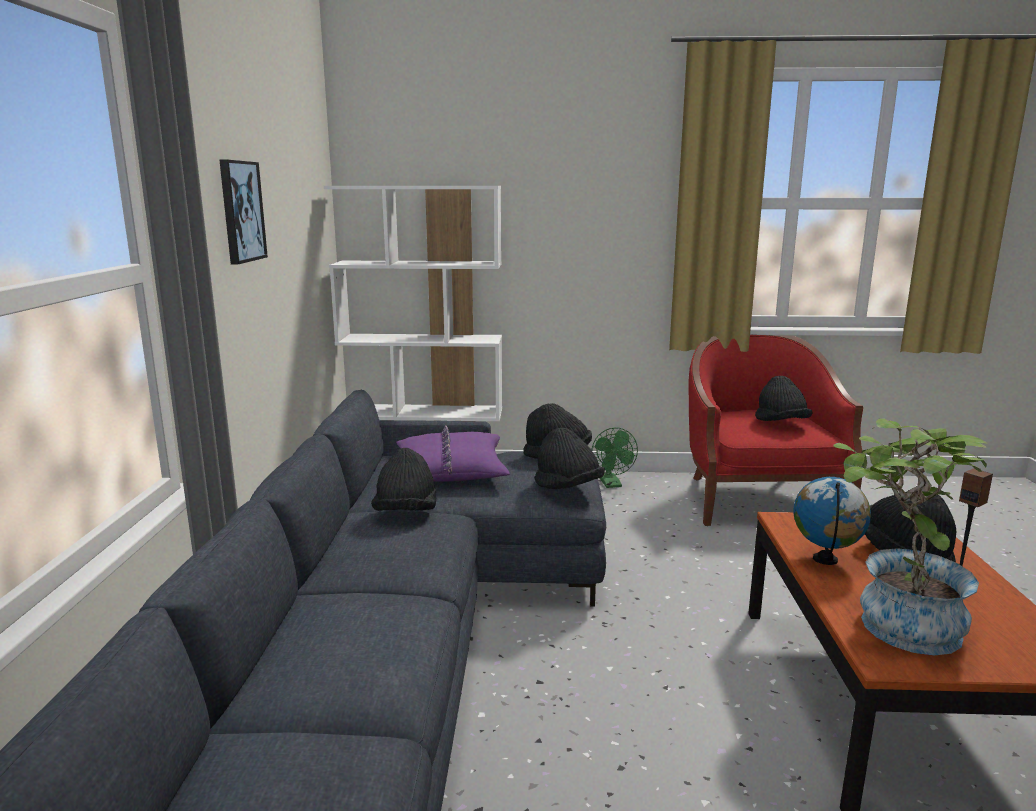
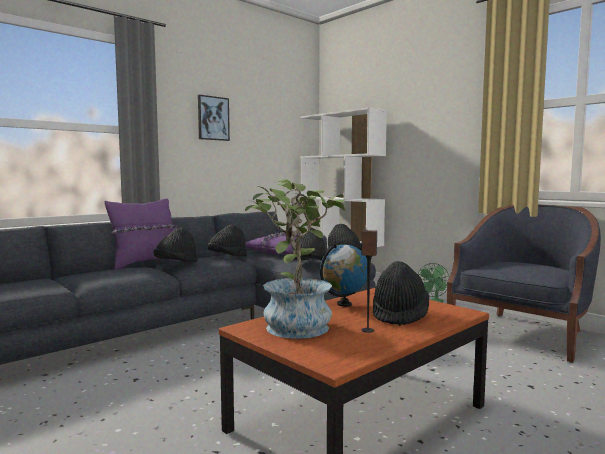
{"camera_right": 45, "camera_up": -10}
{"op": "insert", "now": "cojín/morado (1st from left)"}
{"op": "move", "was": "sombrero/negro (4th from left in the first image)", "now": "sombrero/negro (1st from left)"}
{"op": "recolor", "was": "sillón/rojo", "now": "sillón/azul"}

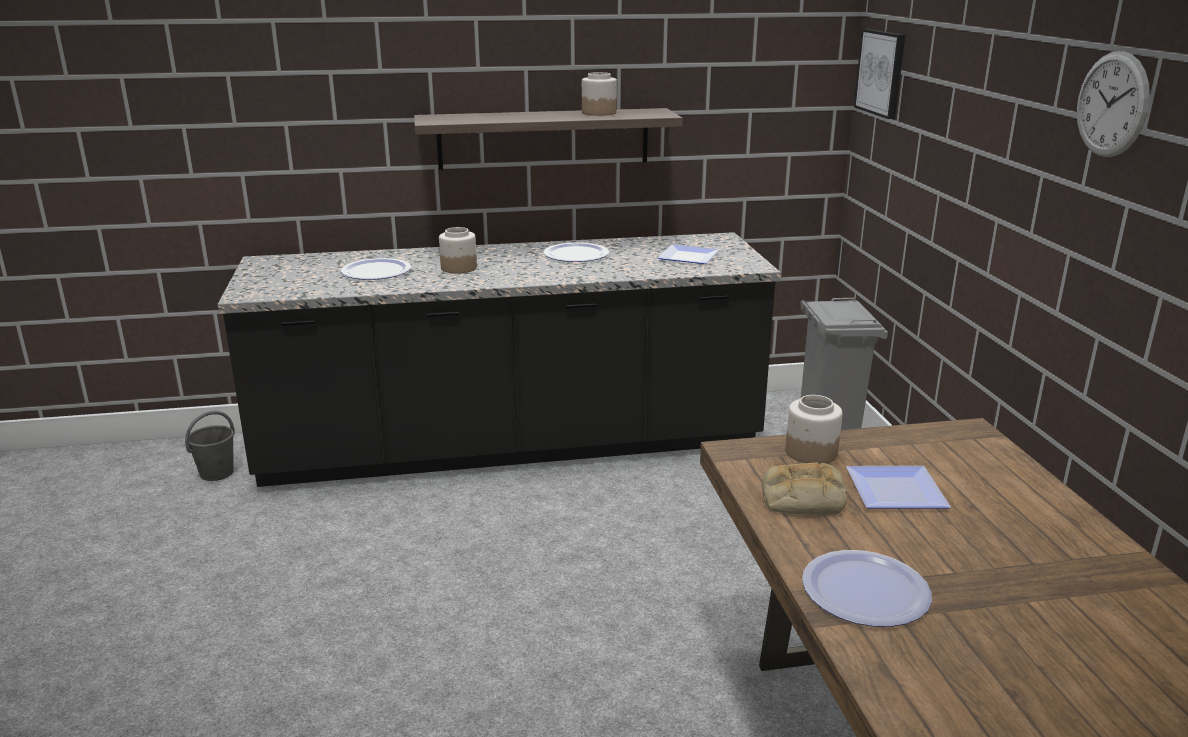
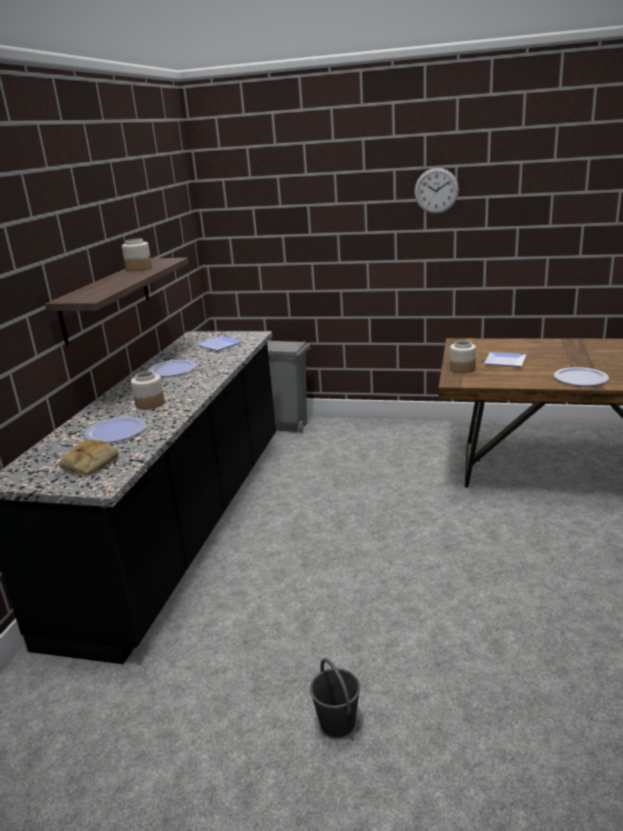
{"camera_right": -65, "camera_up": 0}
{"op": "delete", "was": "cuadro"}
{"op": "move", "was": "cubo/gris"}
{"op": "move", "was": "pan"}

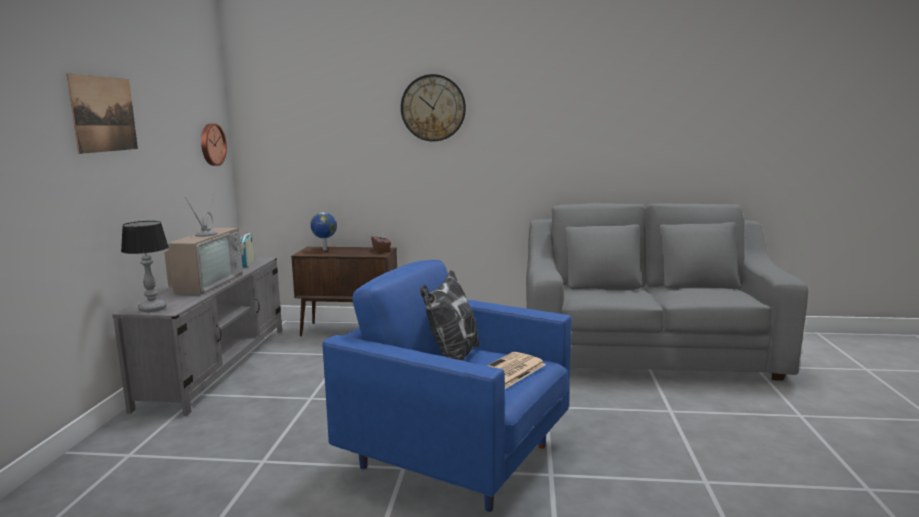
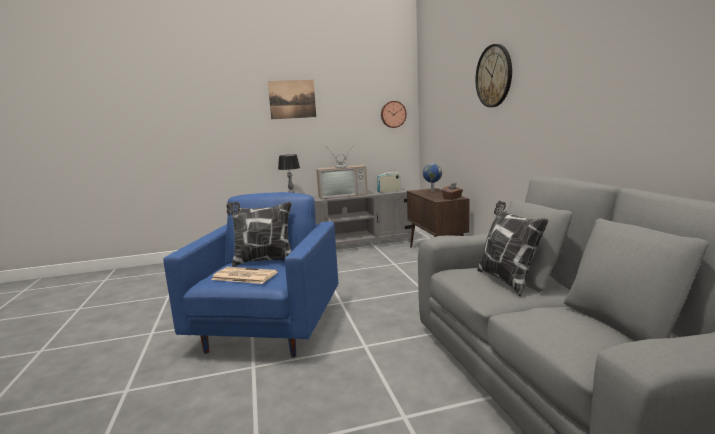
{"camera_right": 70, "camera_up": 0}
{"op": "insert", "now": "cojín (2nd from left)"}

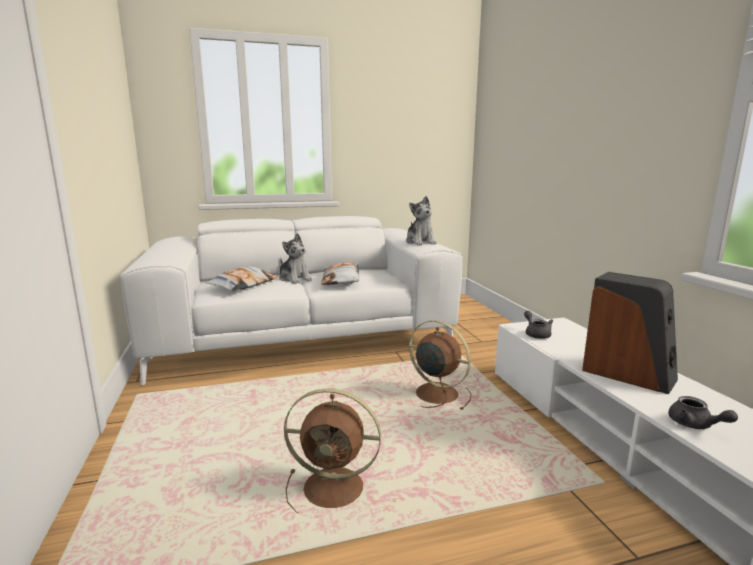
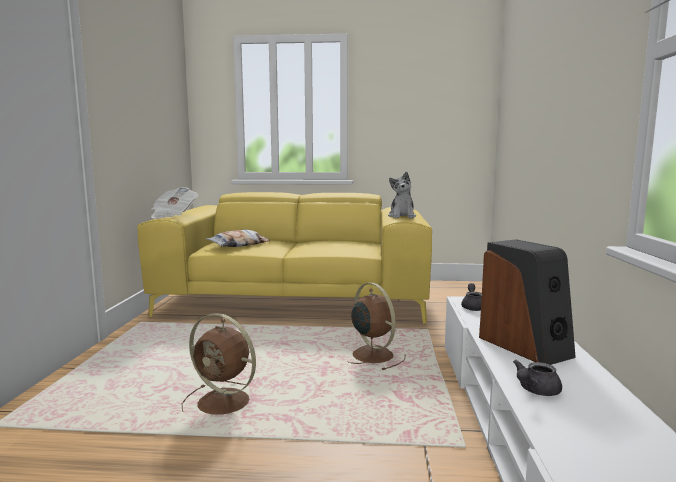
{"camera_right": 20, "camera_up": -5}
{"op": "delete", "was": "peluche (1st from left)"}
{"op": "delete", "was": "cojín (2nd from left)"}
{"op": "insert", "now": "periódico"}
{"op": "recolor", "was": "sofá/blanco", "now": "sofá/amarillo"}
{"op": "rotate", "was": "tetera/gris (2nd from left)", "clockwise": 60}

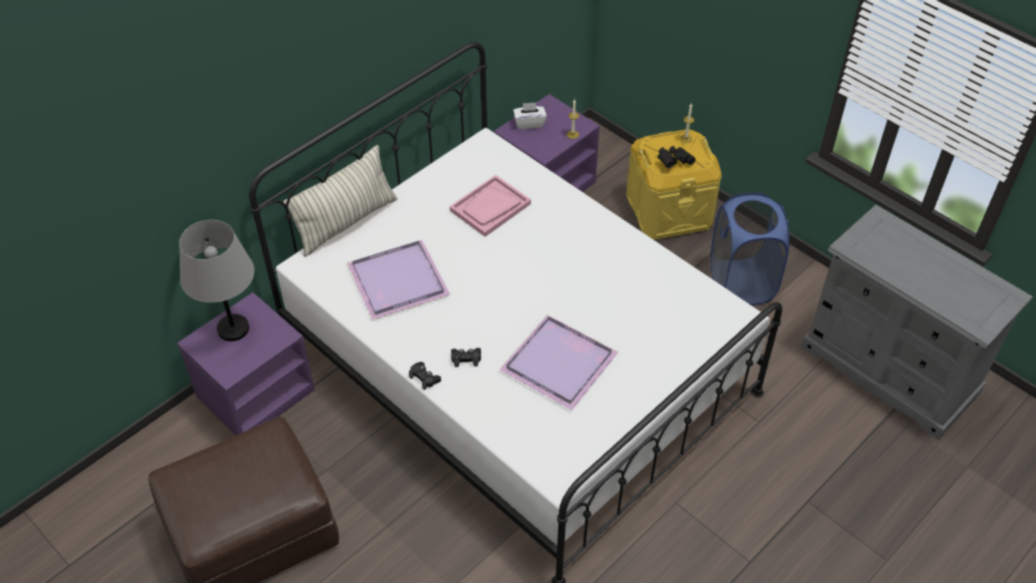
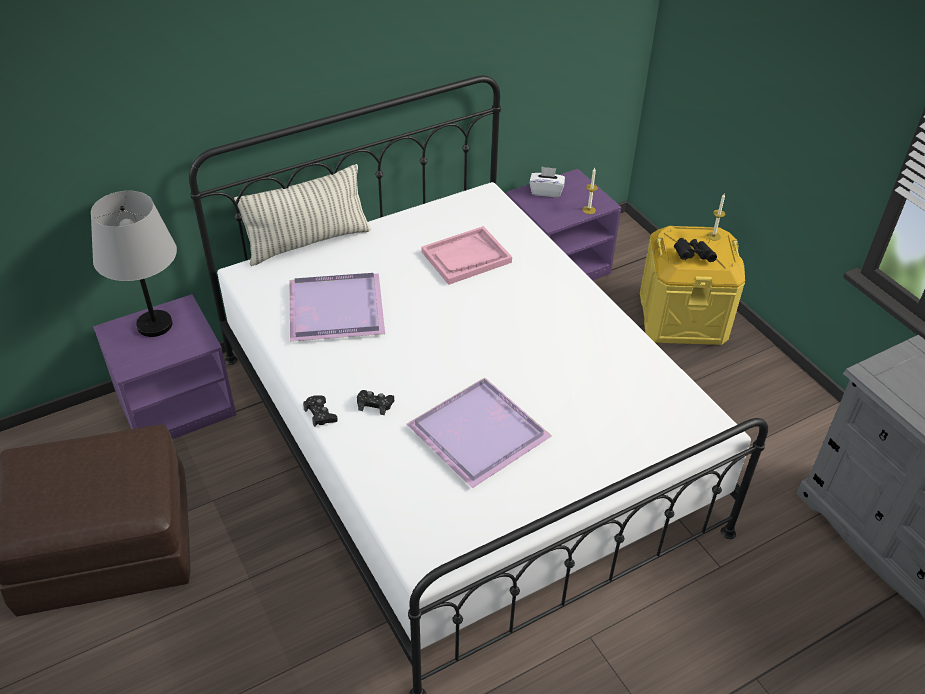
{"camera_right": 15, "camera_up": -5}
{"op": "delete", "was": "cesto de la ropa/azul"}

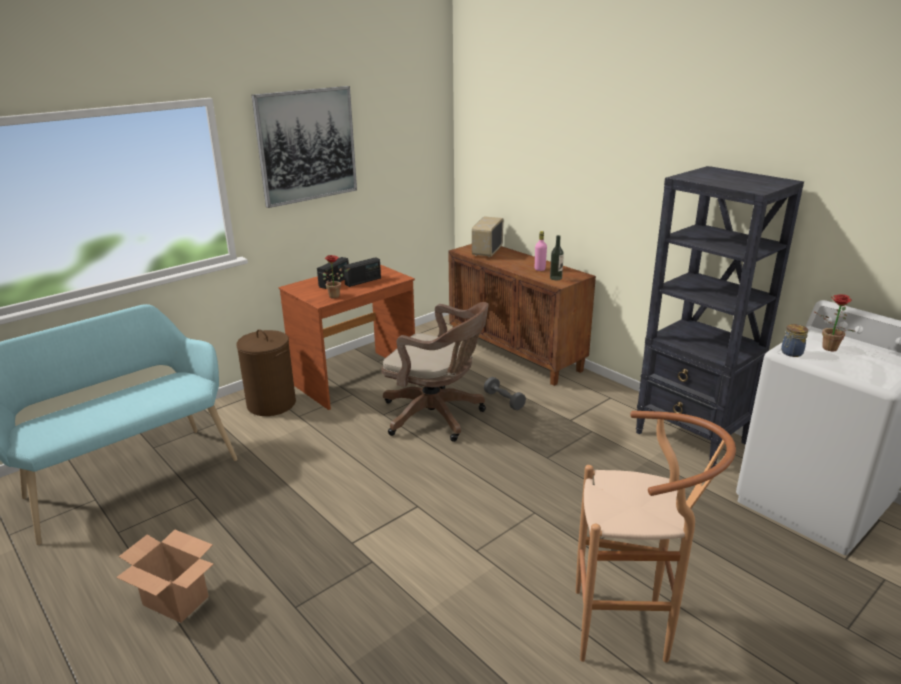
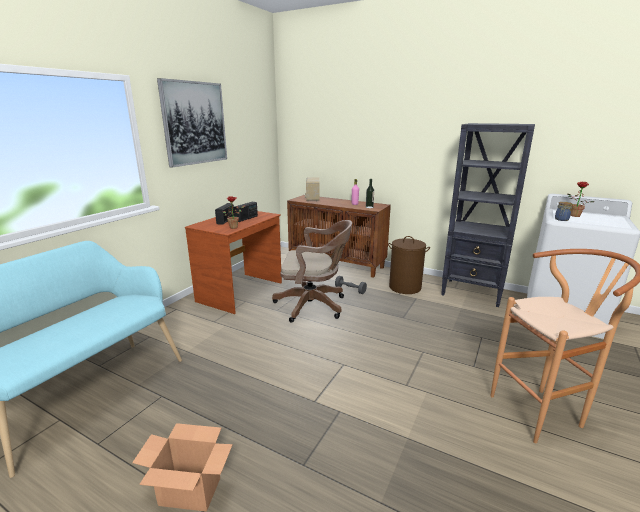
{"camera_right": -20, "camera_up": -5}
{"op": "move", "was": "cesto de la ropa/marrón"}

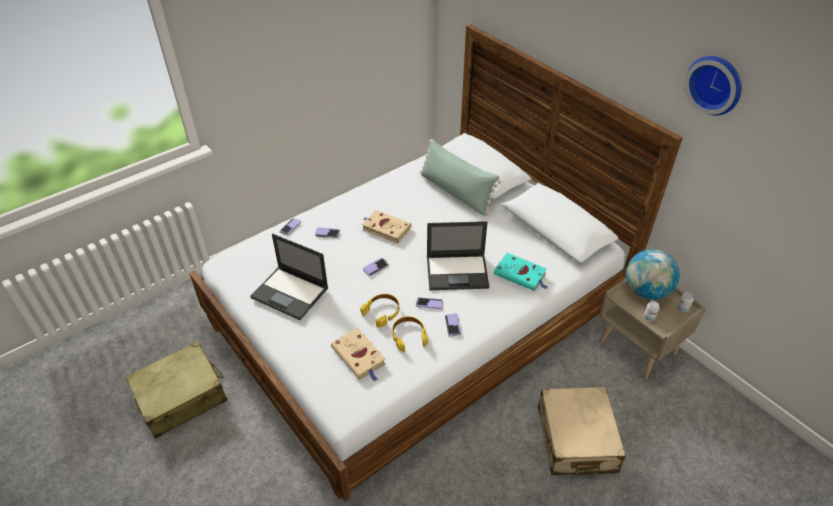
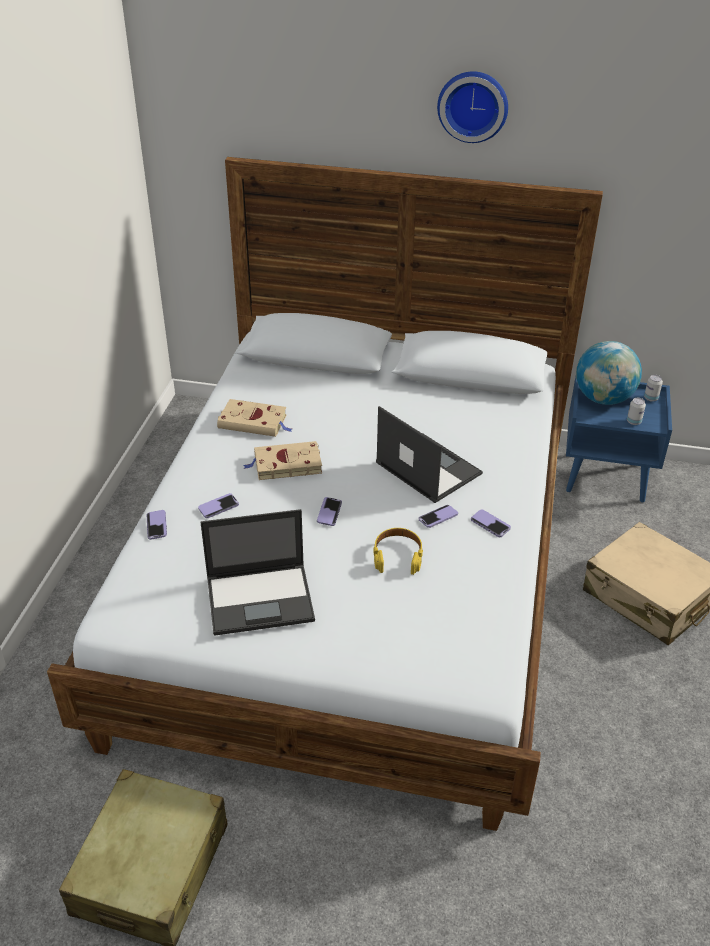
{"camera_right": -40, "camera_up": -5}
{"op": "delete", "was": "auriculares/amarillo (2nd from left)"}
{"op": "delete", "was": "cojín/verde"}
{"op": "delete", "was": "libro/turquesa"}
{"op": "move", "was": "libro/beis (1st from left)"}
{"op": "move", "was": "reloj de pared"}
{"op": "recolor", "was": "mesita de noche/beis", "now": "mesita de noche/azul"}
{"op": "rotate", "was": "portátil (2nd from left)", "clockwise": -90}

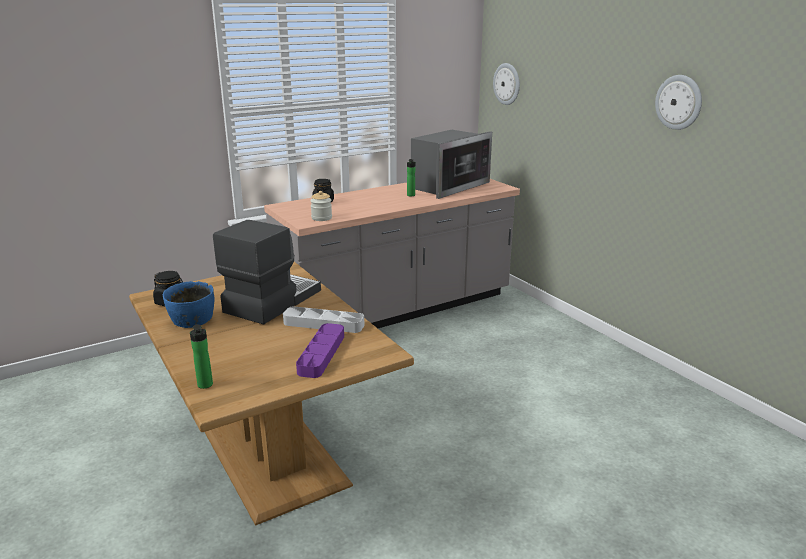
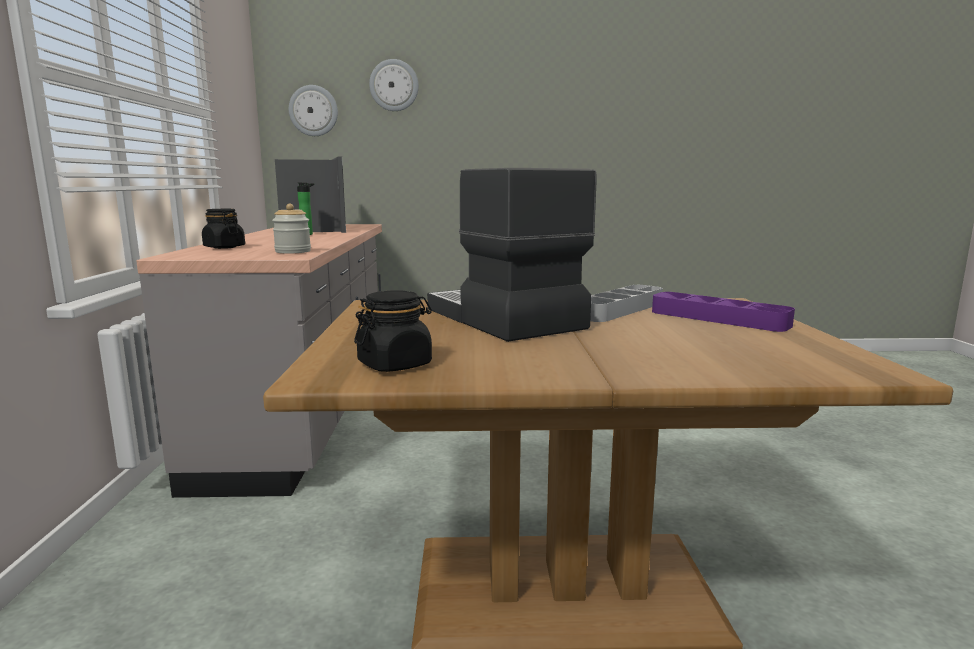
{"camera_right": -60, "camera_up": -10}
{"op": "delete", "was": "cuenco/azul"}
{"op": "delete", "was": "botella (1st from left)"}
{"op": "move", "was": "reloj de pared (2nd from left)"}

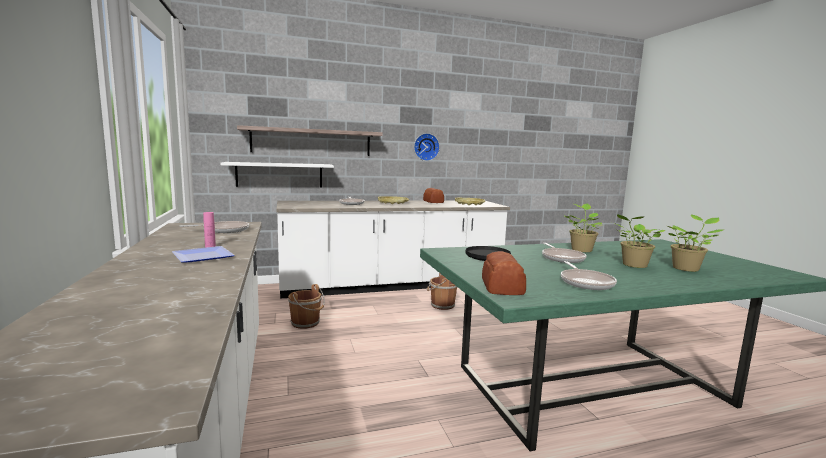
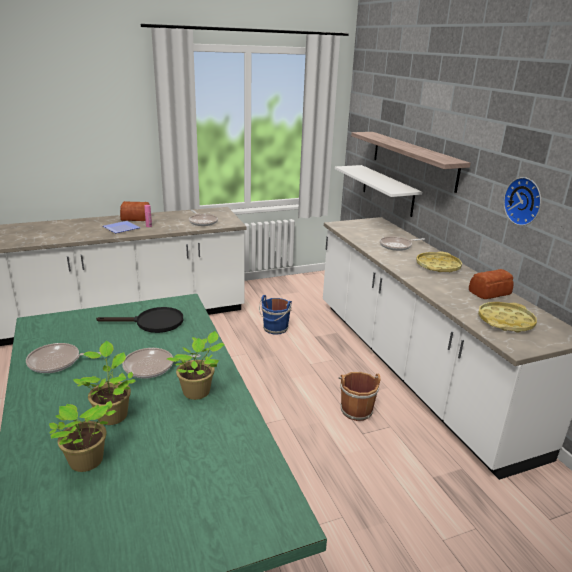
{"camera_right": 85, "camera_up": 15}
{"op": "move", "was": "pan (2nd from left in the first image)", "now": "pan (1st from left)"}
{"op": "recolor", "was": "cubo/marrón (1st from left)", "now": "cubo/azul"}

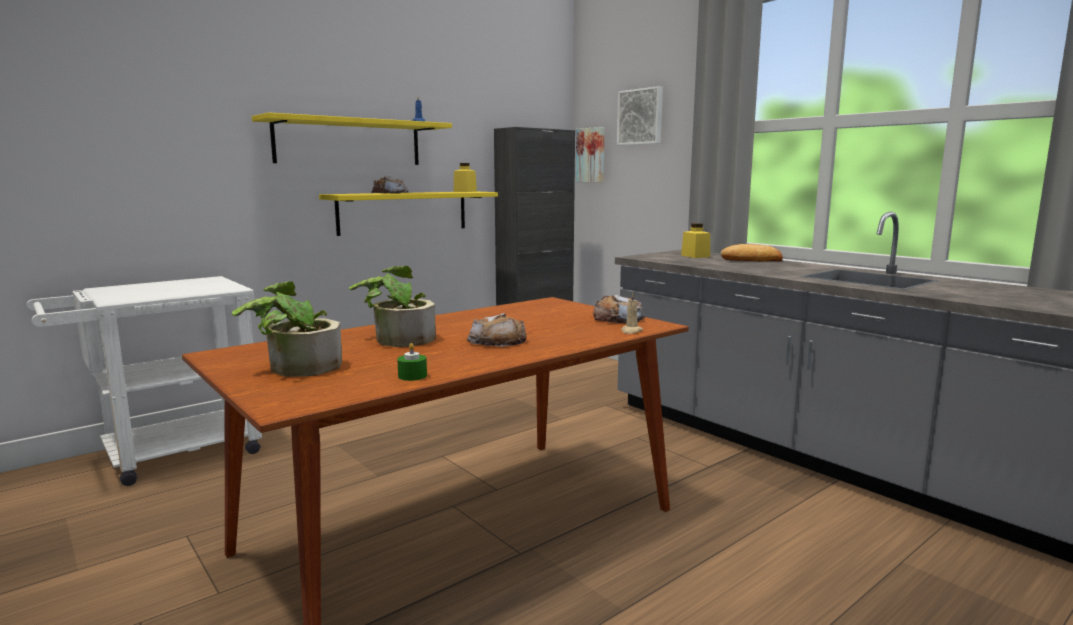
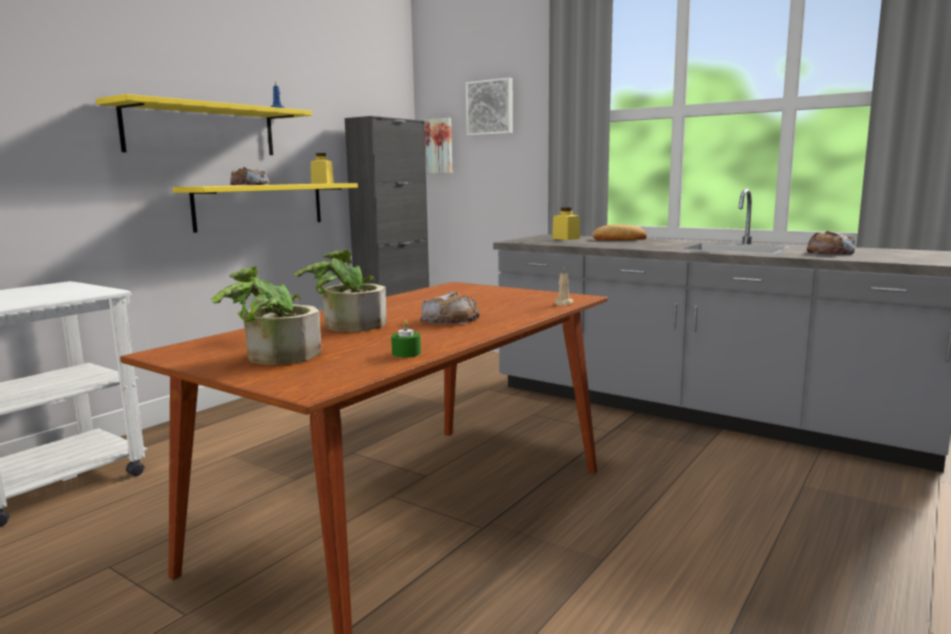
{"camera_right": -15, "camera_up": 0}
{"op": "move", "was": "pan (3rd from left in the first image)", "now": "pan (4th from left)"}

